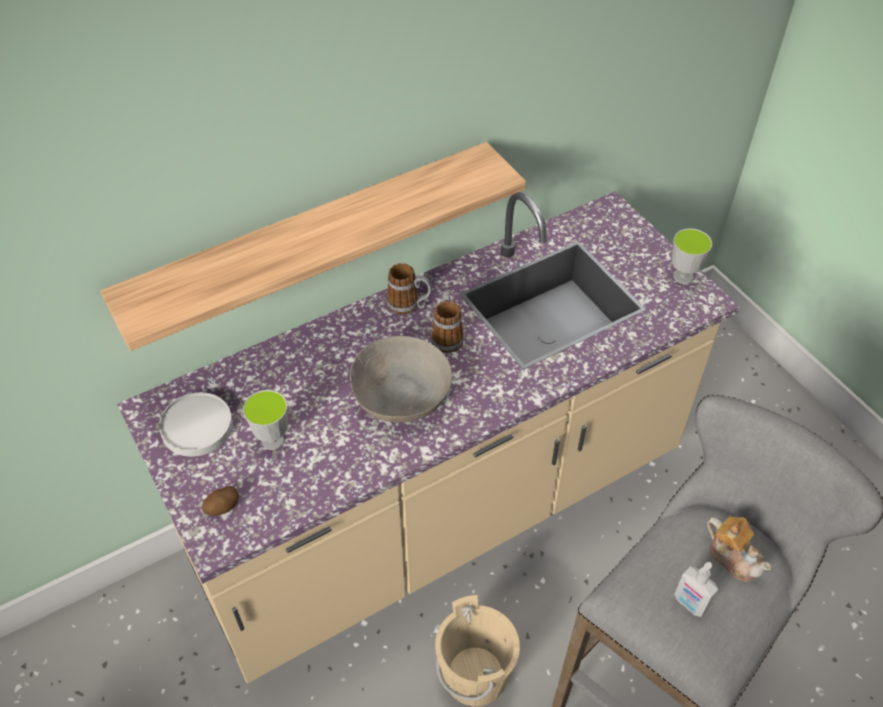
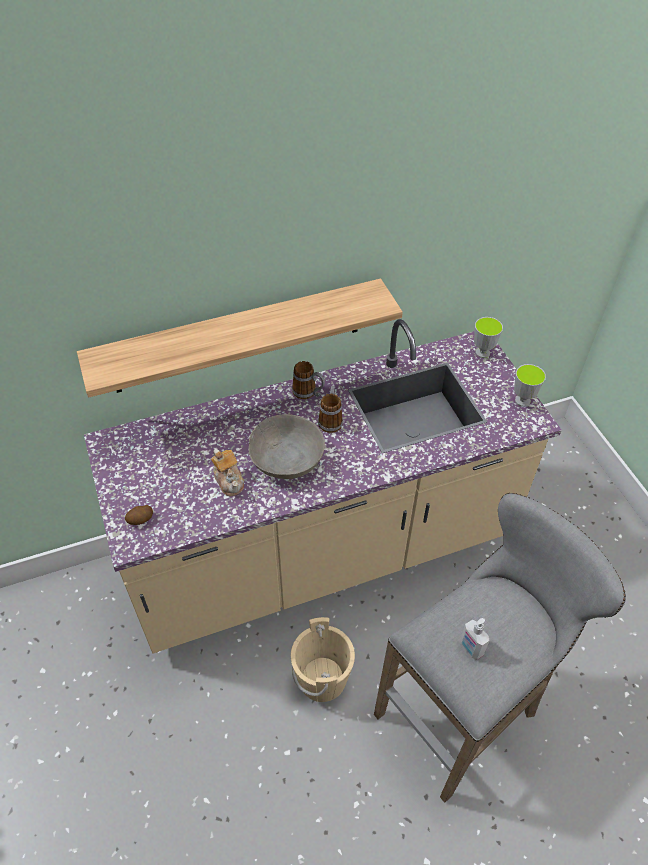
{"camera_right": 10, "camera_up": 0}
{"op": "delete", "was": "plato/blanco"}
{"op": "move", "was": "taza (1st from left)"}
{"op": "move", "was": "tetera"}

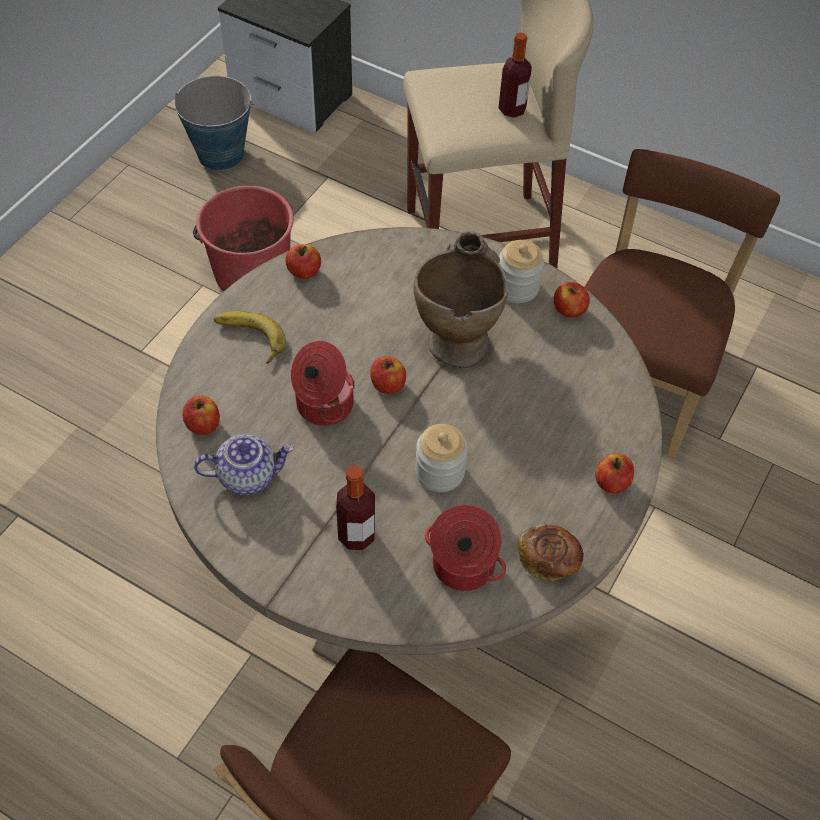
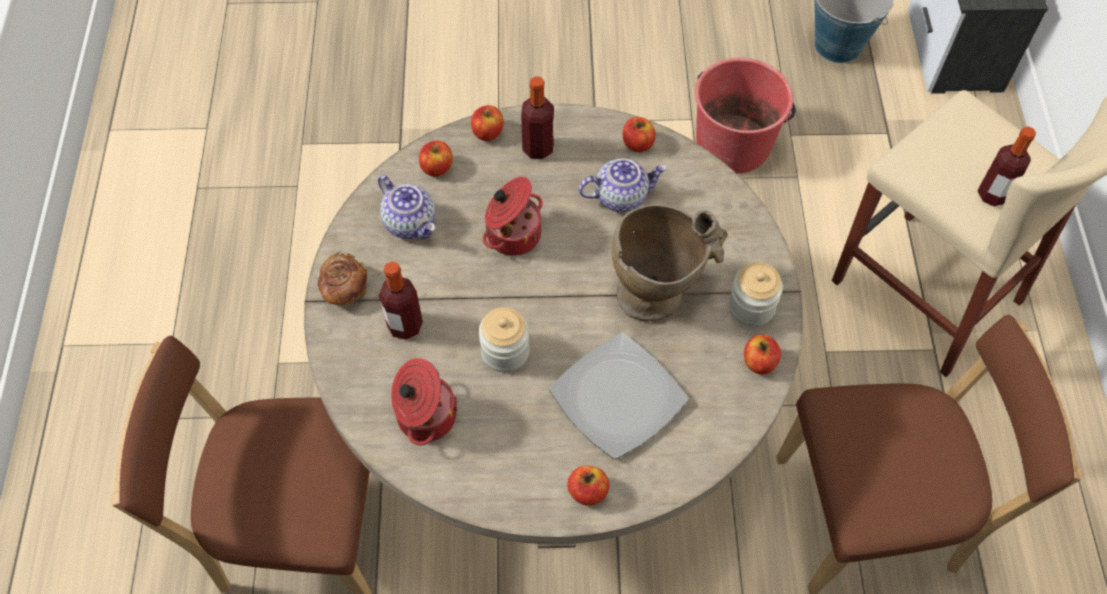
{"camera_right": 60, "camera_up": 5}
{"op": "insert", "now": "plato"}
{"op": "insert", "now": "tetera (2nd from left)"}
{"op": "move", "was": "manzana (3rd from left in the first image)", "now": "manzana (2nd from left)"}
{"op": "move", "was": "pan"}
{"op": "replace", "was": "plátano", "now": "botella (2nd from left)"}

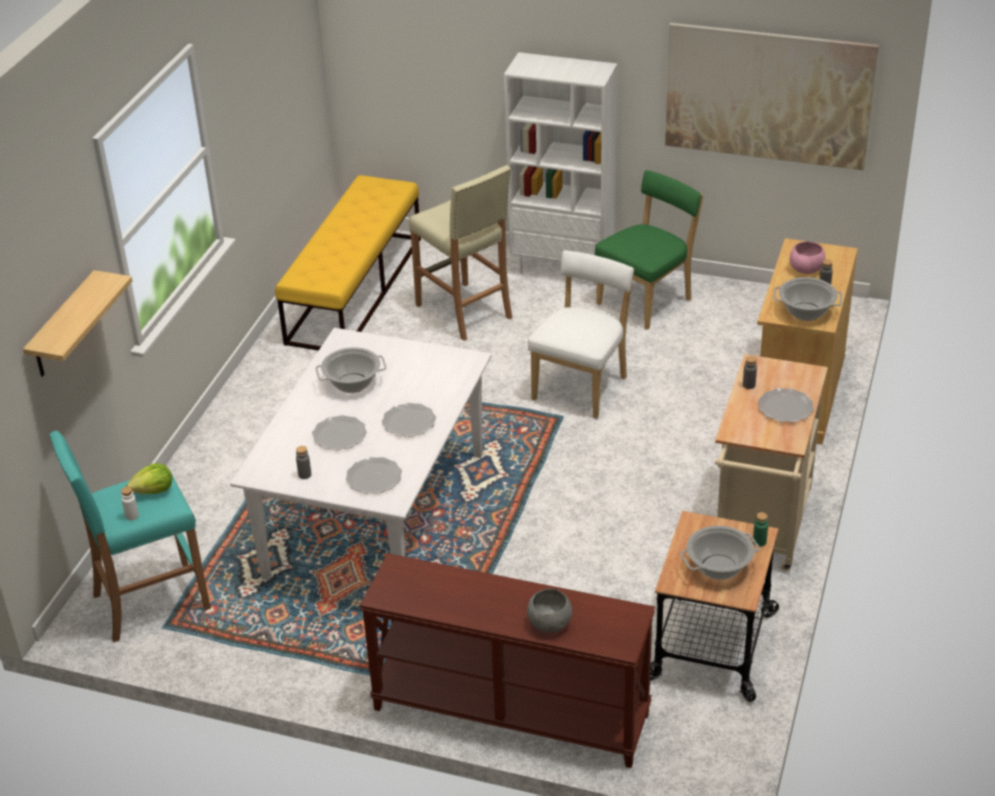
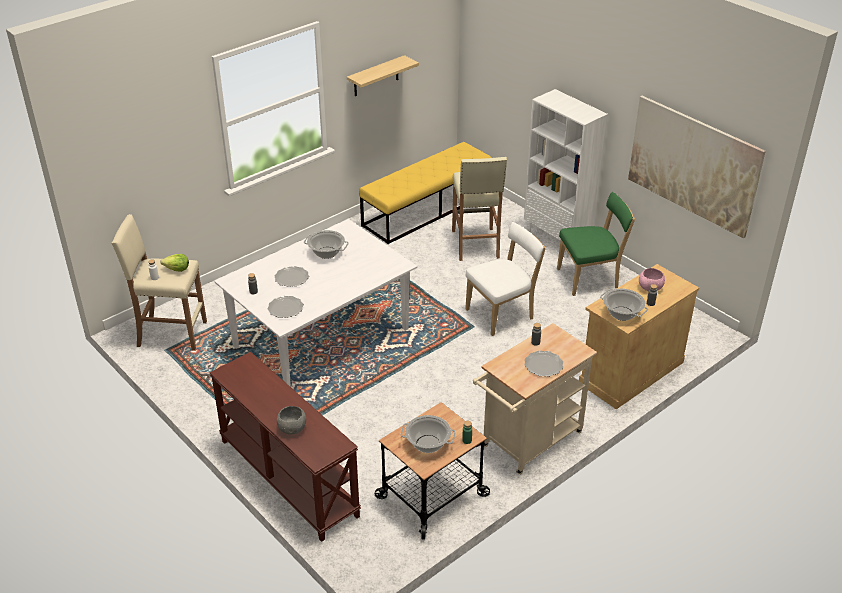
{"camera_right": 30, "camera_up": 0}
{"op": "delete", "was": "plato (3rd from left)"}
{"op": "move", "was": "estante"}
{"op": "recolor", "was": "taburete/turquesa", "now": "taburete/beis (1st from left)"}

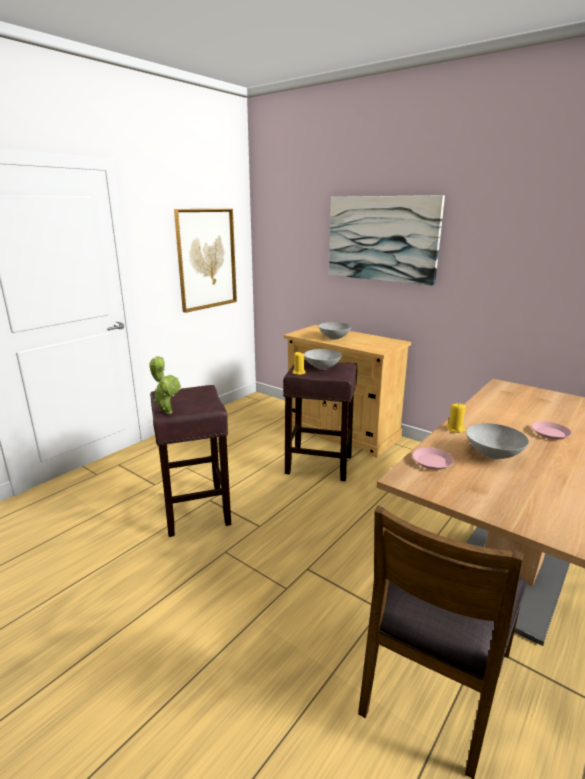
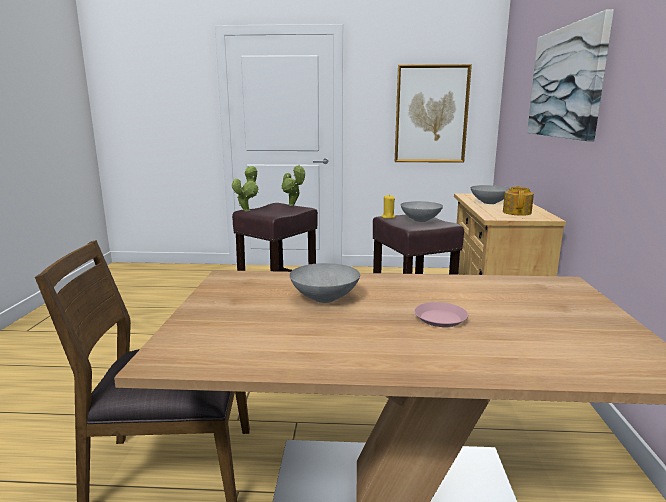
{"camera_right": 55, "camera_up": -5}
{"op": "delete", "was": "plato/rosa (1st from left)"}
{"op": "delete", "was": "vela/amarillo (2nd from left)"}
{"op": "insert", "now": "planta en maceta (2nd from left)"}
{"op": "insert", "now": "tetera"}

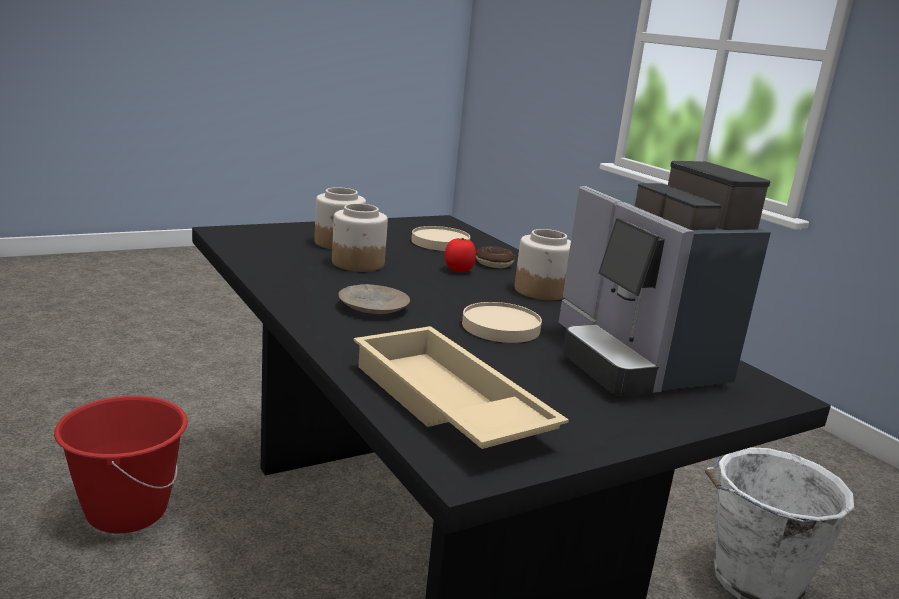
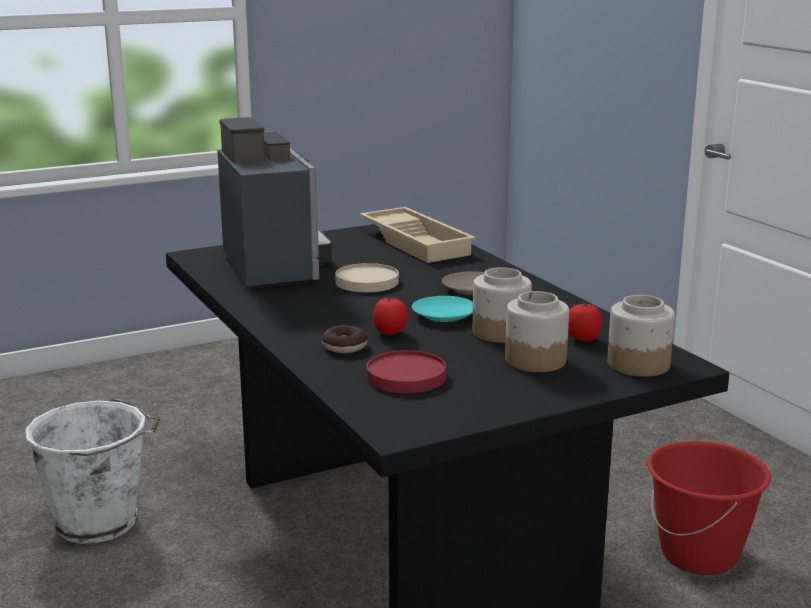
{"camera_right": -175, "camera_up": 0}
{"op": "insert", "now": "plato/turquesa"}
{"op": "insert", "now": "tomate (2nd from left)"}
{"op": "move", "was": "tarro (3rd from left)"}
{"op": "recolor", "was": "plato/beis (2nd from left)", "now": "plato/rojo"}

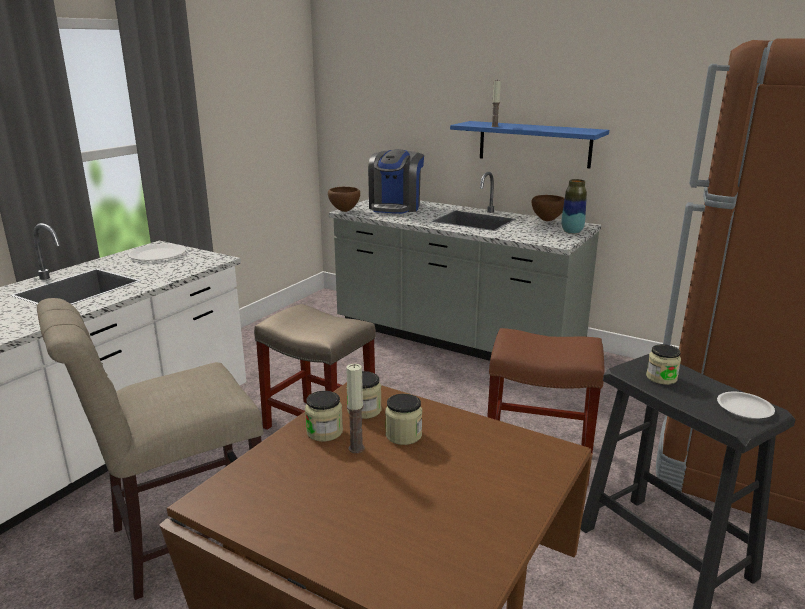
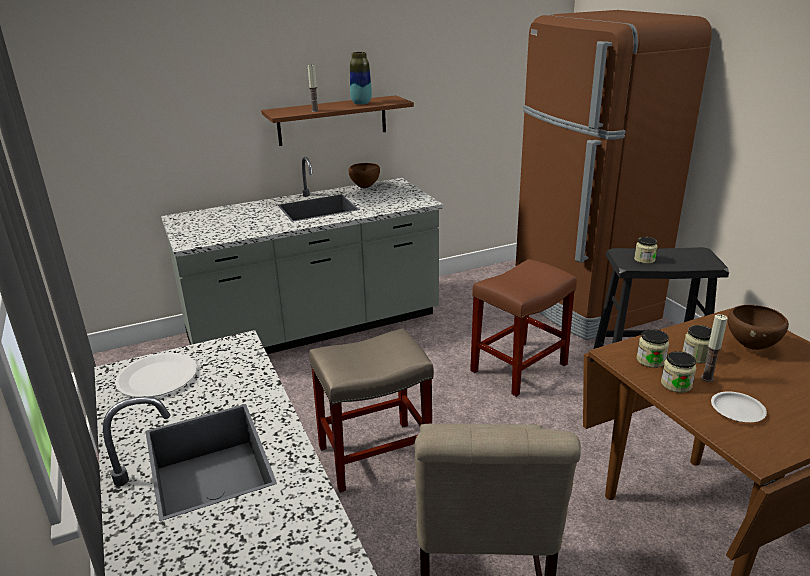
{"camera_right": -55, "camera_up": 5}
{"op": "delete", "was": "cafetera"}
{"op": "move", "was": "cuenco/marrón (1st from left in the first image)", "now": "cuenco/marrón (2nd from left)"}
{"op": "move", "was": "florero"}
{"op": "move", "was": "plato/blanco (2nd from left)"}
{"op": "recolor", "was": "estante/azul", "now": "estante/marrón"}

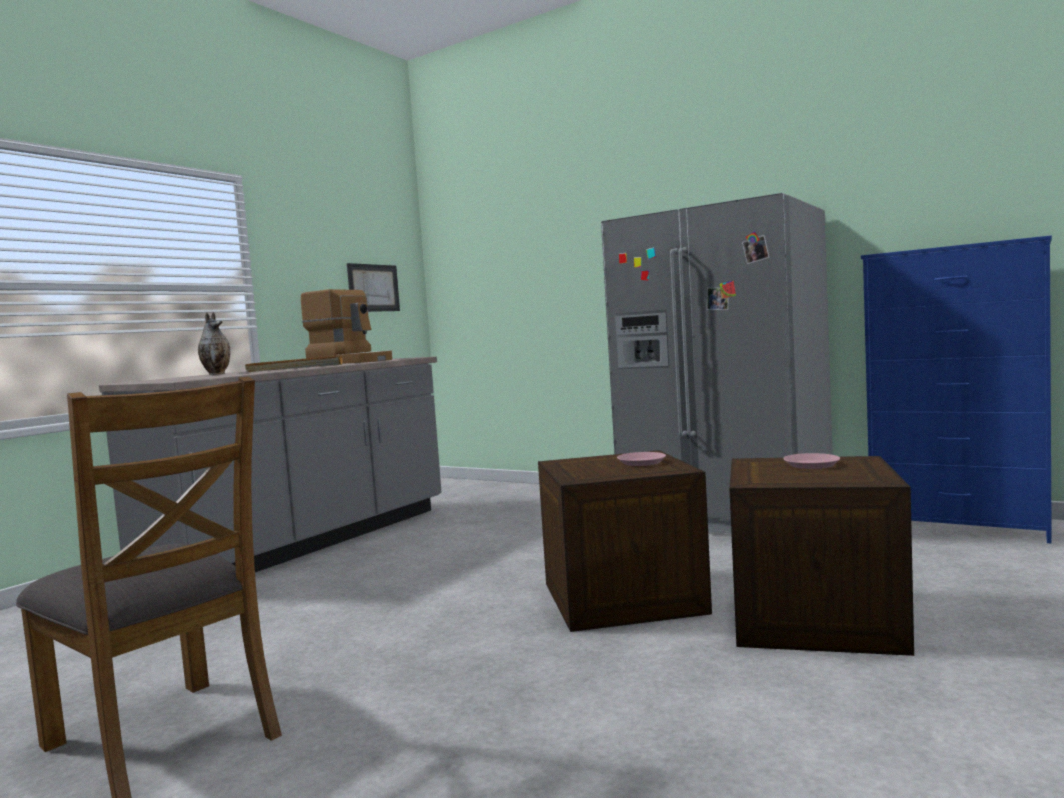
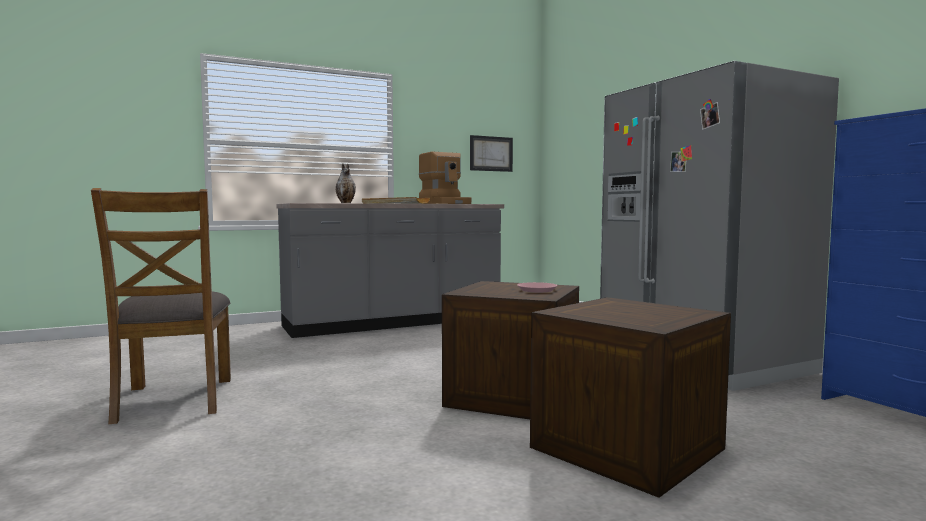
{"camera_right": 30, "camera_up": 0}
{"op": "delete", "was": "plato/rosa (2nd from left)"}

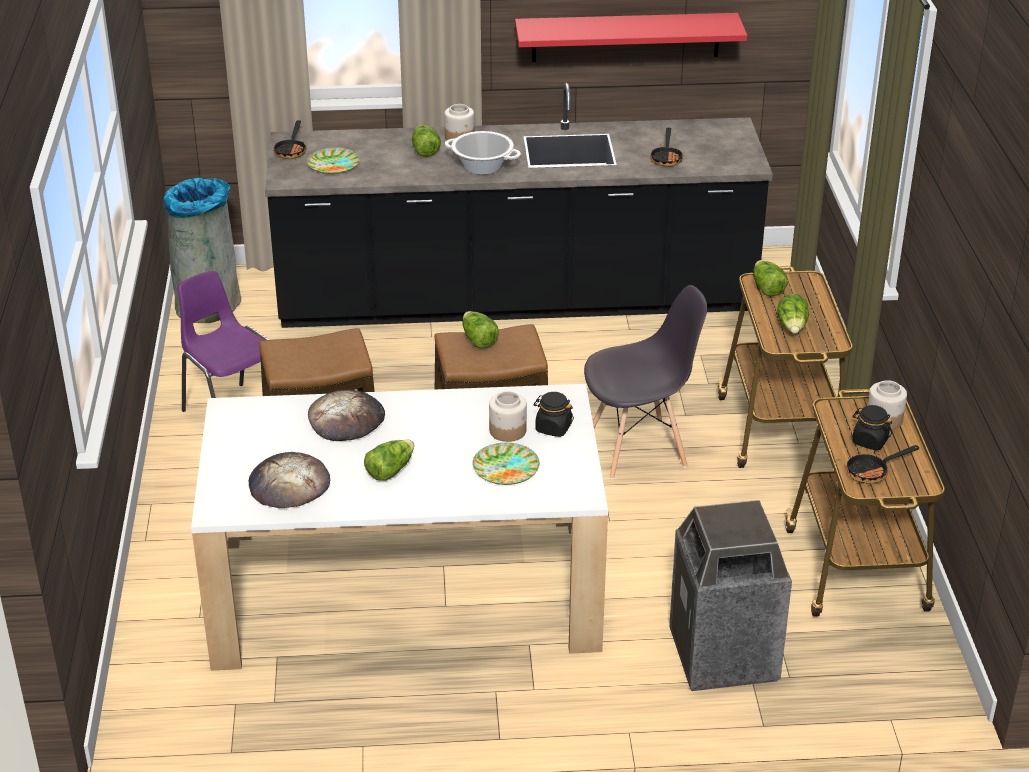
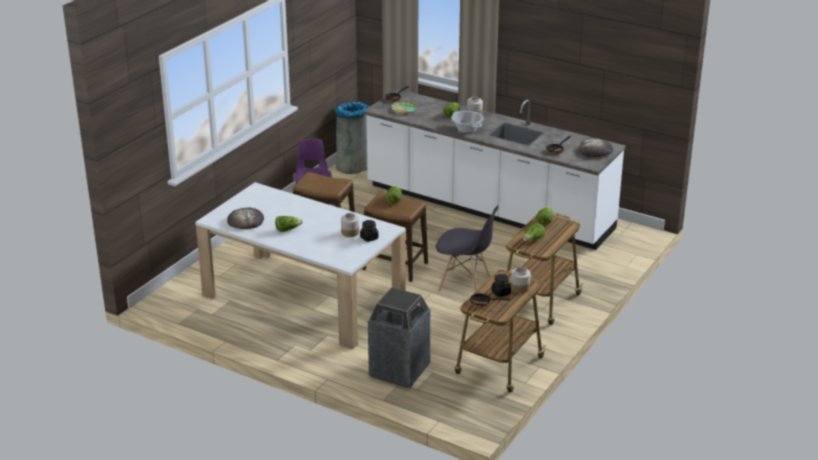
{"camera_right": 35, "camera_up": -5}
{"op": "delete", "was": "plato (2nd from left)"}
{"op": "delete", "was": "estante/rojo"}
{"op": "move", "was": "pan (2nd from left)"}
{"op": "recolor", "was": "mueble bajo de cocina/negro", "now": "mueble bajo de cocina/blanco"}

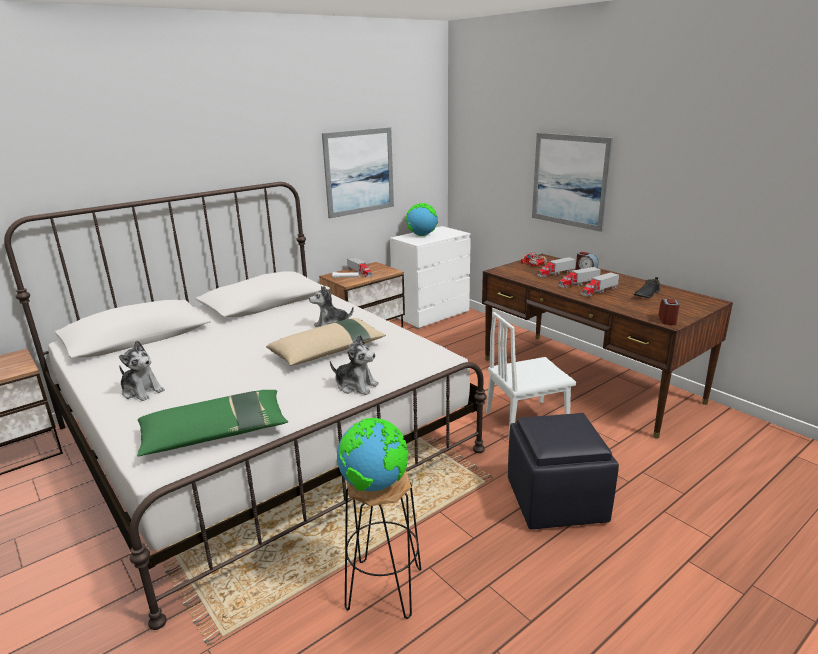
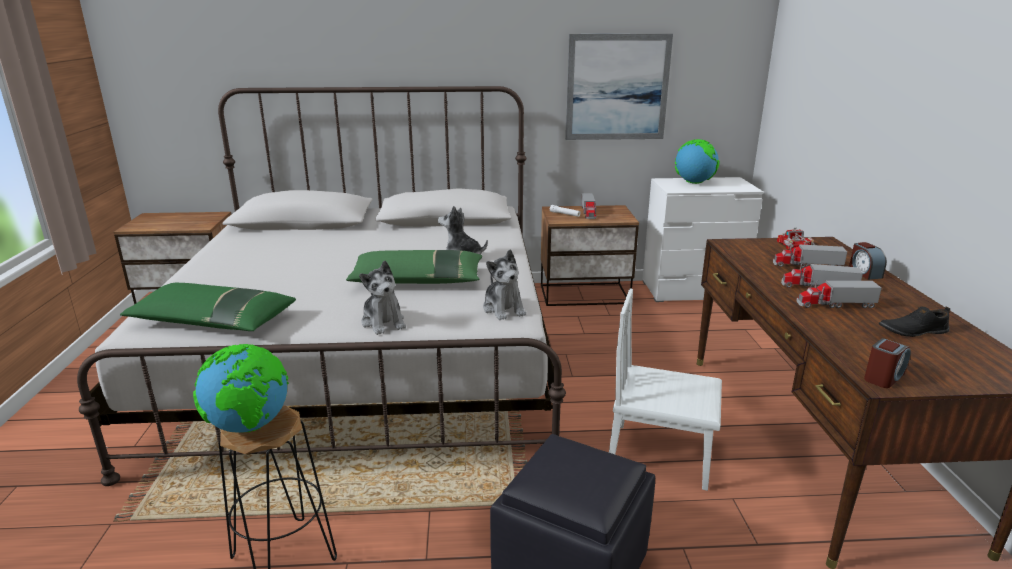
{"camera_right": 35, "camera_up": 0}
{"op": "delete", "was": "cuadro (2nd from left)"}
{"op": "move", "was": "peluche (1st from left in the first image)", "now": "peluche (3rd from left)"}
{"op": "recolor", "was": "cojín/beis", "now": "cojín/verde (2nd from left)"}

